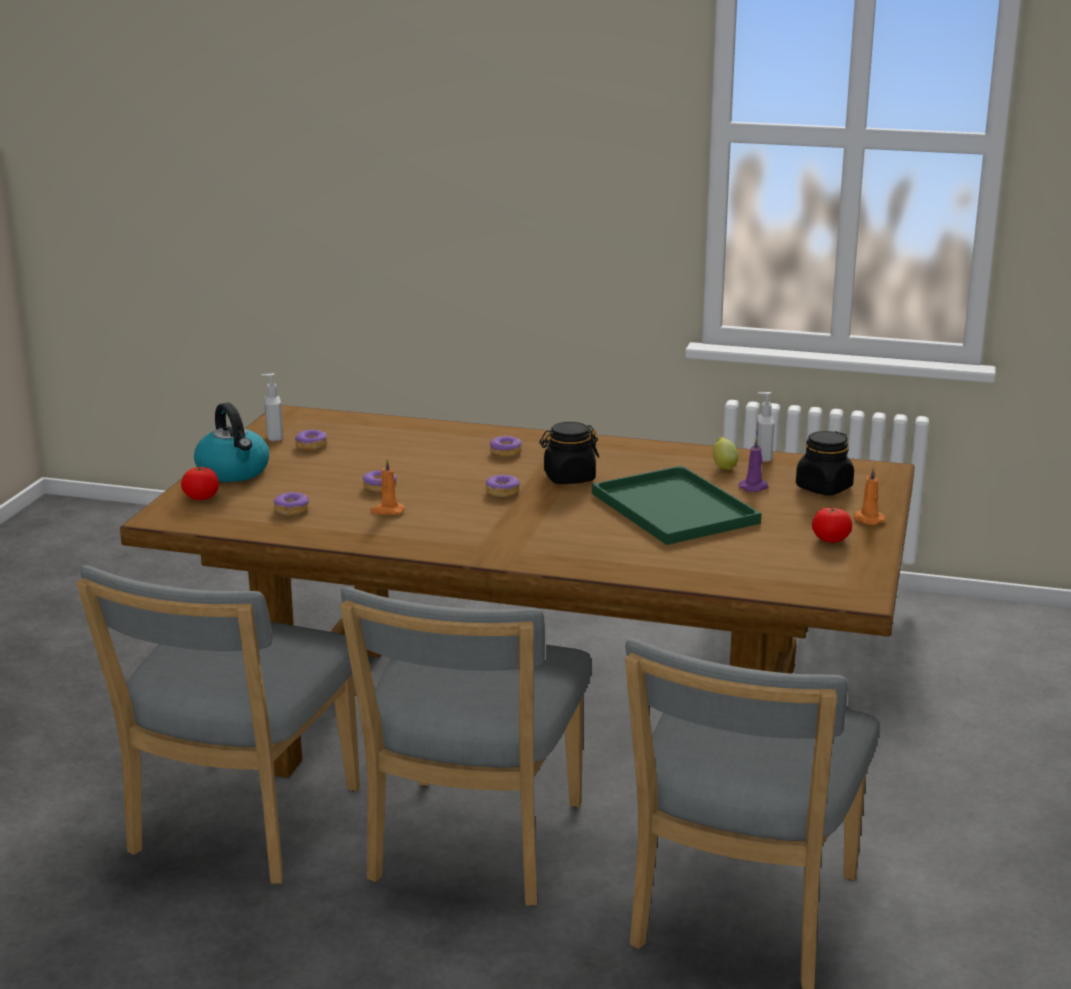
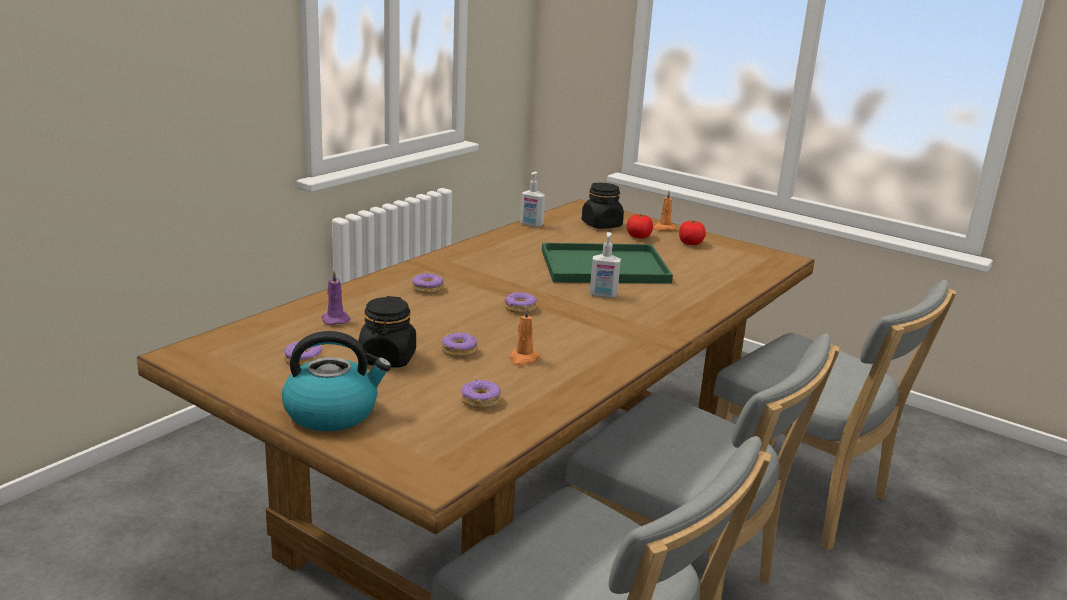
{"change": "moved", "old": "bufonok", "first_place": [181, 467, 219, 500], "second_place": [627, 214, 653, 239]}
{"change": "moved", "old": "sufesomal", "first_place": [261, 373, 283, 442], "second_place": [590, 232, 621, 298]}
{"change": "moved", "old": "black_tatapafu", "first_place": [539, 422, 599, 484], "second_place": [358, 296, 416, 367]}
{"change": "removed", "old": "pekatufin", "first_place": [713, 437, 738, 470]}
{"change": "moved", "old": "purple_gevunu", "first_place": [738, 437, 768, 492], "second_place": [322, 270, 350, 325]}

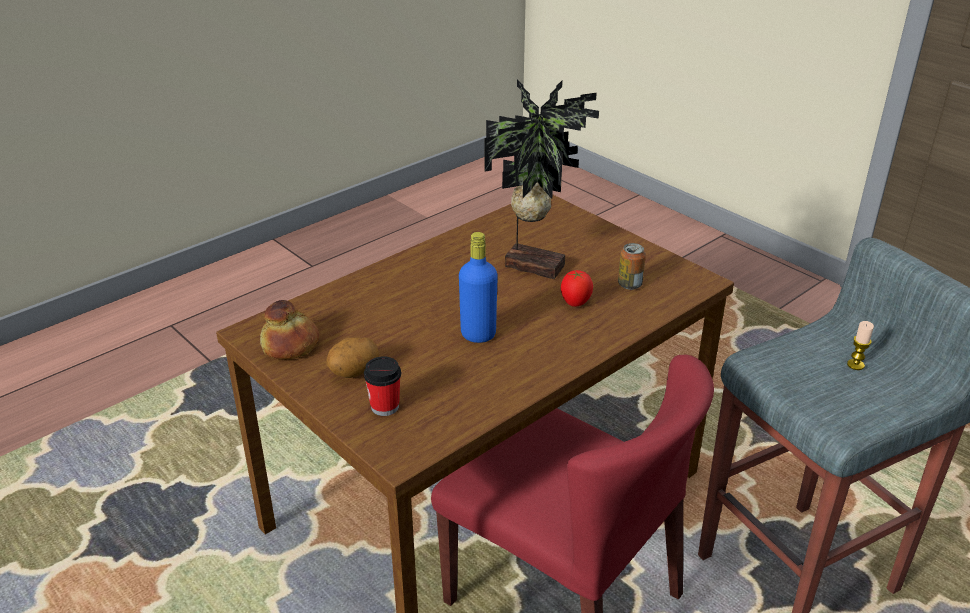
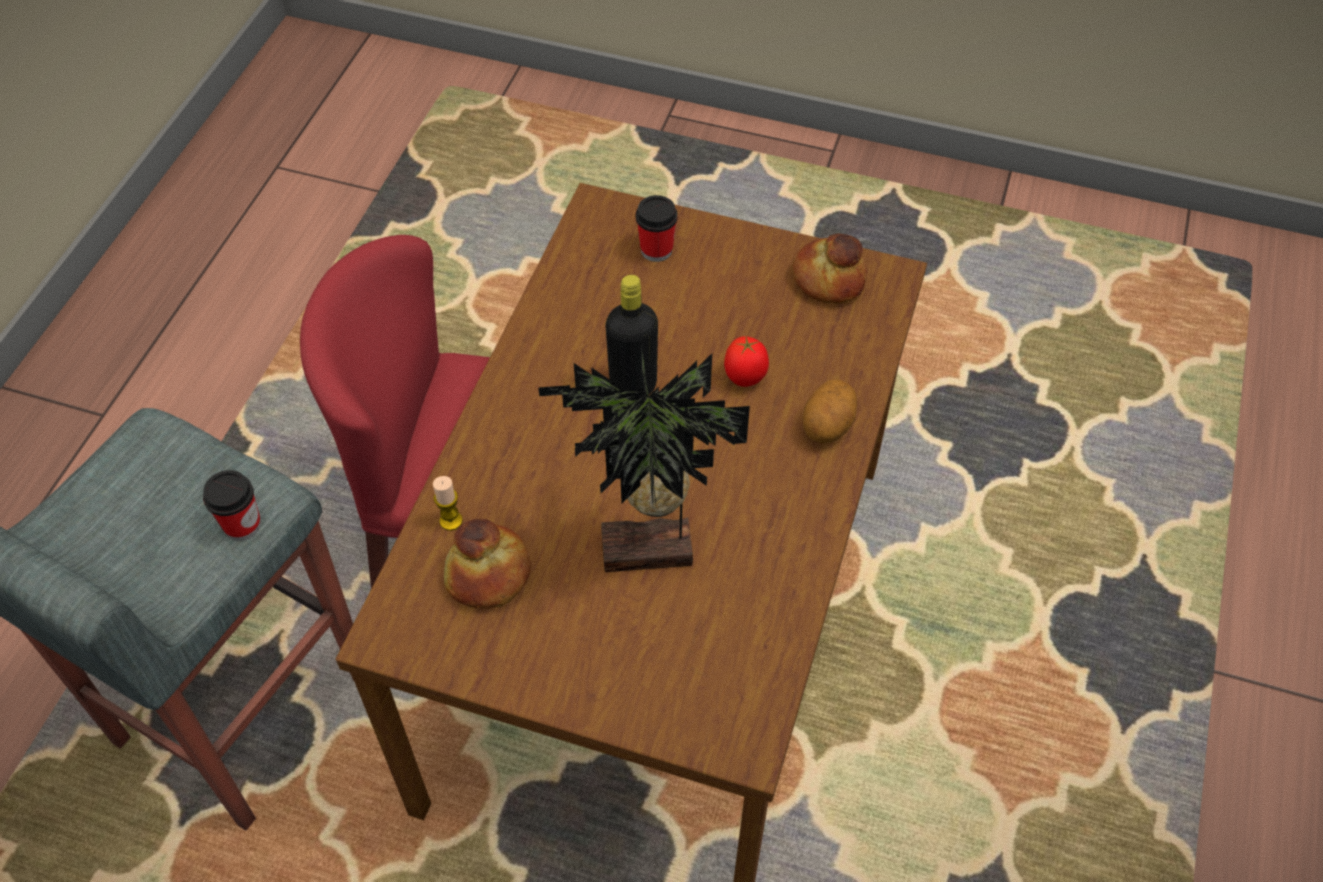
{"change": "moved", "old": "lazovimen", "first_place": [327, 337, 379, 378], "second_place": [803, 380, 857, 443]}
{"change": "recoloured", "old": "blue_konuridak", "new": "black_konuridak", "first_place": [459, 232, 498, 343], "second_place": [606, 275, 658, 395]}
{"change": "moved", "old": "bufonok", "first_place": [561, 270, 593, 307], "second_place": [724, 336, 769, 387]}
{"change": "replaced", "old": "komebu", "new": "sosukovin", "first_place": [618, 243, 646, 290], "second_place": [444, 519, 531, 608]}
{"change": "moved", "old": "gevunu", "first_place": [847, 321, 874, 370], "second_place": [433, 476, 463, 531]}
{"change": "added", "new": "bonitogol", "second_place": [203, 470, 261, 541]}

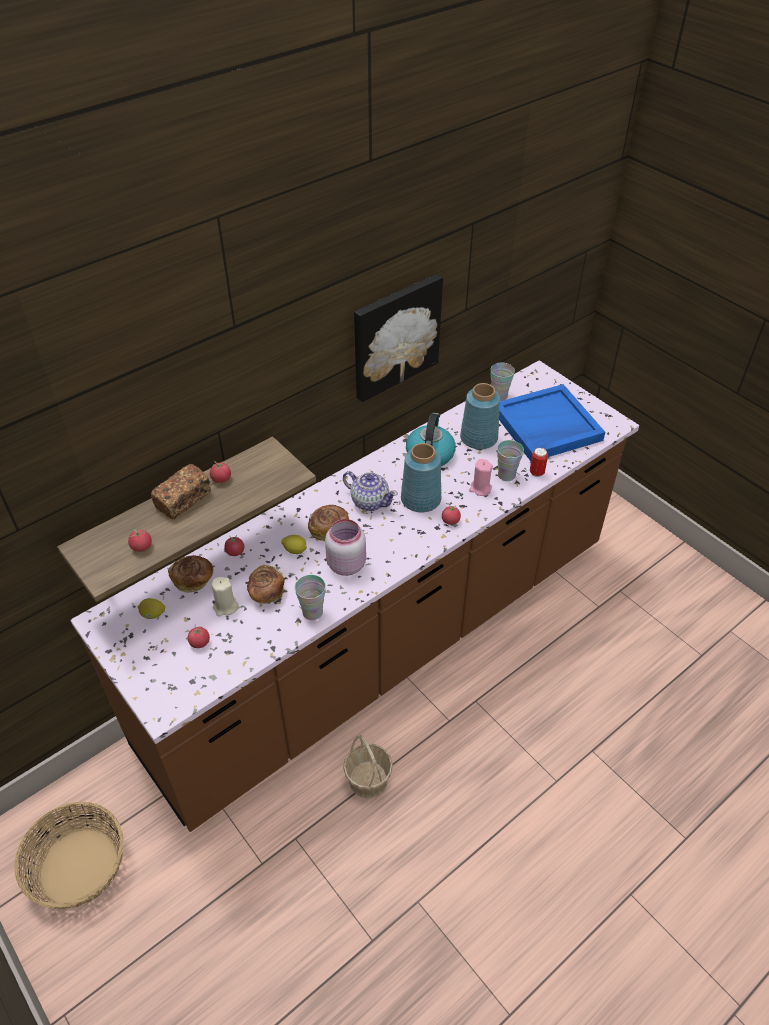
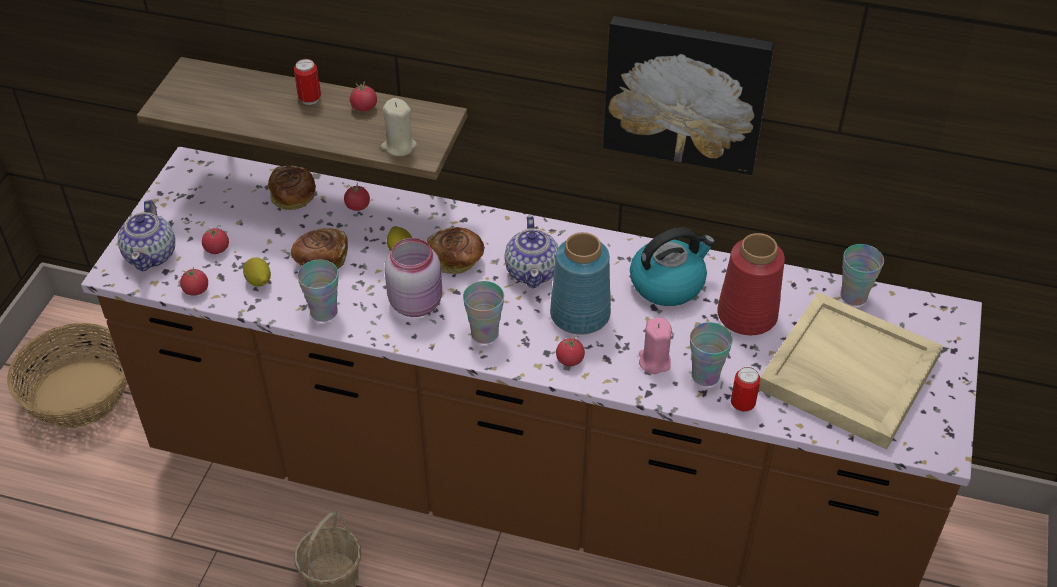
{"change": "moved", "old": "bufonok", "first_place": [128, 529, 152, 552], "second_place": [180, 267, 208, 296]}
{"change": "moved", "old": "pekatufin", "first_place": [138, 598, 165, 619], "second_place": [243, 258, 271, 287]}
{"change": "replaced", "old": "sosukovin", "new": "komebu", "first_place": [151, 464, 211, 520], "second_place": [294, 59, 321, 105]}
{"change": "moved", "old": "beige_gevunu", "first_place": [211, 577, 239, 617], "second_place": [381, 98, 417, 156]}
{"change": "recoloured", "old": "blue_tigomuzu", "new": "red_tigomuzu", "first_place": [460, 383, 500, 449], "second_place": [717, 233, 785, 335]}
{"change": "recoloured", "old": "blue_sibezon", "new": "beige_sibezon", "first_place": [499, 384, 605, 461], "second_place": [759, 292, 943, 450]}
{"change": "added", "new": "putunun", "second_place": [118, 200, 175, 271]}
{"change": "added", "new": "bonitogol", "second_place": [463, 281, 504, 344]}

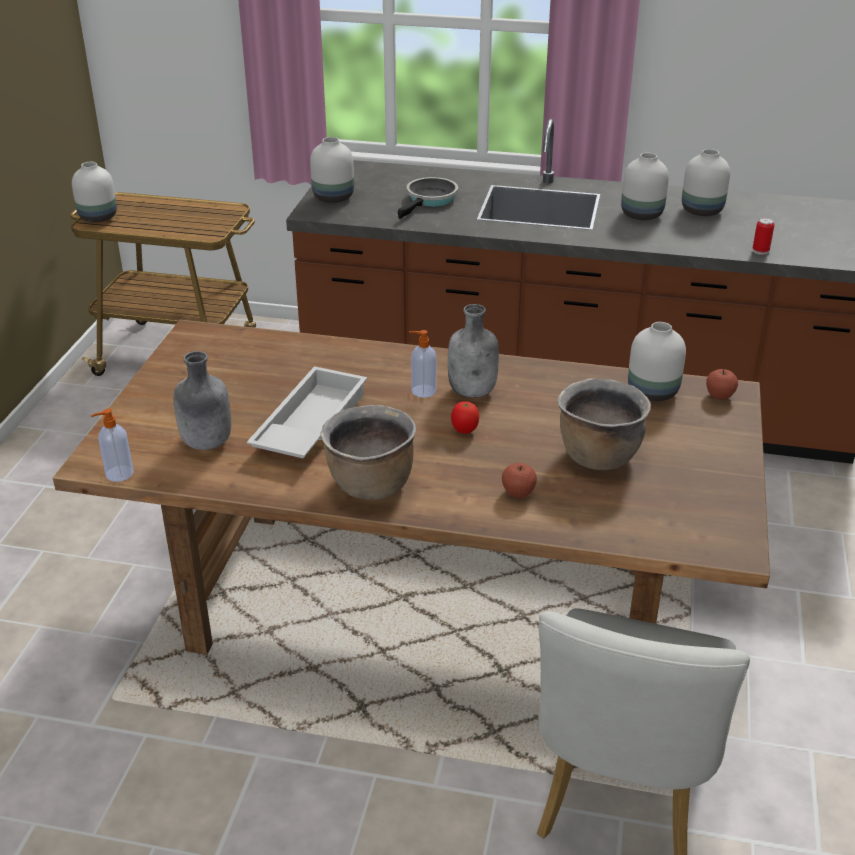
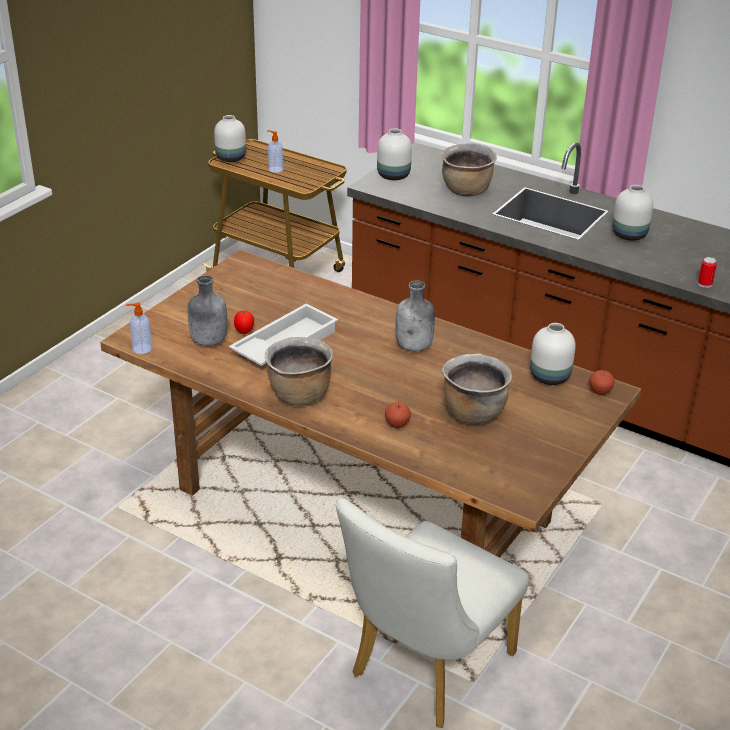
{"change": "replaced", "old": "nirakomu", "new": "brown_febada", "first_place": [398, 177, 458, 219], "second_place": [441, 143, 497, 197]}
{"change": "moved", "old": "sufesomal", "first_place": [409, 330, 437, 398], "second_place": [267, 130, 283, 173]}
{"change": "moved", "old": "bufonok", "first_place": [451, 401, 479, 434], "second_place": [234, 310, 254, 334]}
{"change": "removed", "old": "white_tigomuzu", "first_place": [682, 149, 730, 216]}

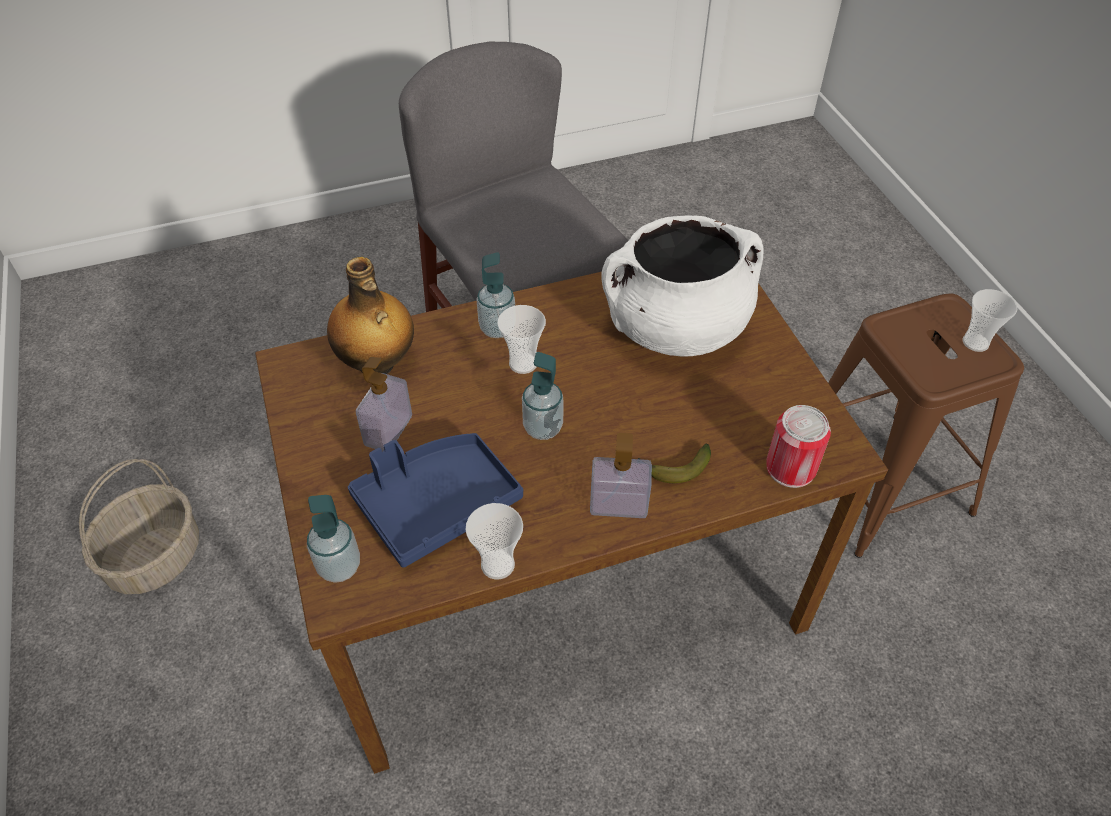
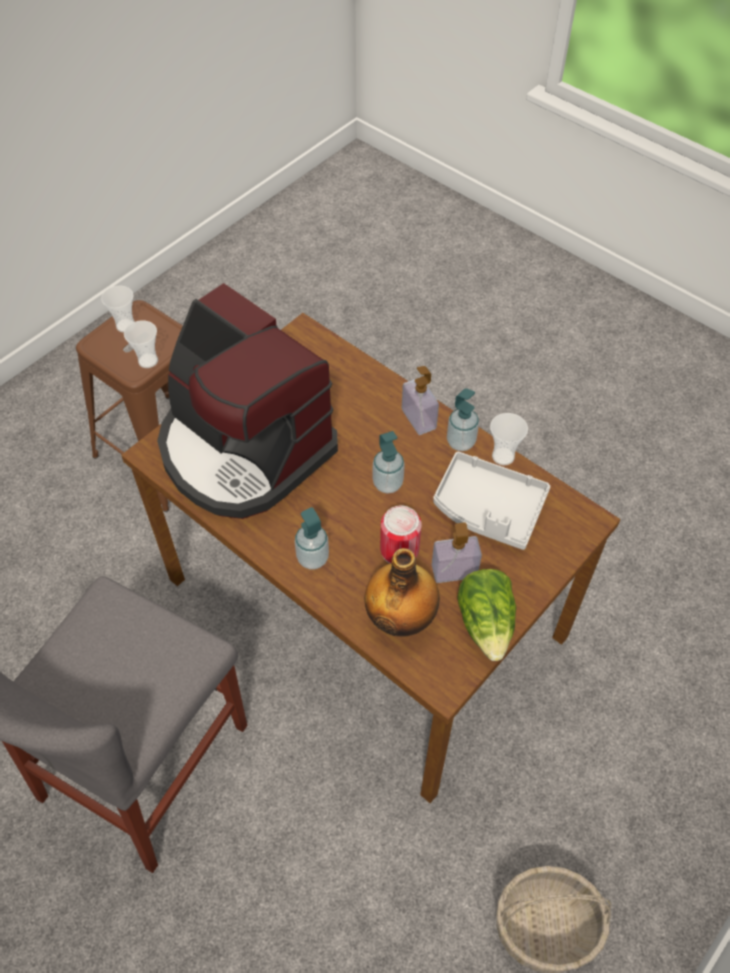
{"change": "moved", "old": "sufesomal", "first_place": [307, 495, 360, 583], "second_place": [447, 388, 479, 451]}
{"change": "recoloured", "old": "blue_sibezon", "new": "grey_sibezon", "first_place": [348, 433, 523, 568], "second_place": [433, 452, 550, 550]}
{"change": "moved", "old": "bonitogol", "first_place": [497, 305, 546, 374], "second_place": [124, 320, 158, 368]}
{"change": "replaced", "old": "white_febada", "new": "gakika", "first_place": [601, 215, 764, 357], "second_place": [157, 283, 338, 519]}
{"change": "removed", "old": "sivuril", "first_place": [638, 443, 711, 483]}
{"change": "moved", "old": "komebu", "first_place": [766, 405, 831, 488], "second_place": [380, 505, 422, 564]}
{"change": "added", "new": "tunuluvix", "second_place": [457, 569, 516, 661]}

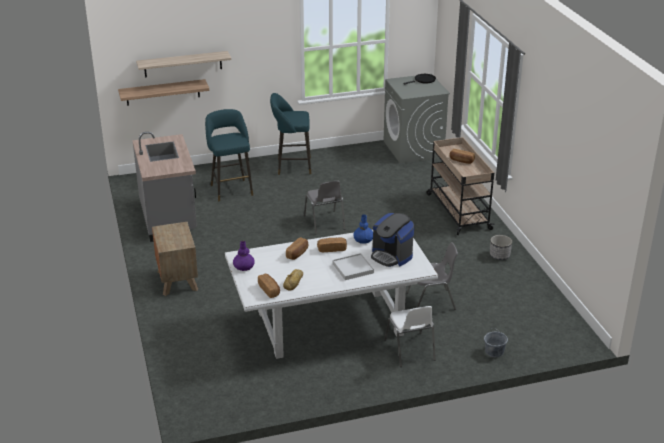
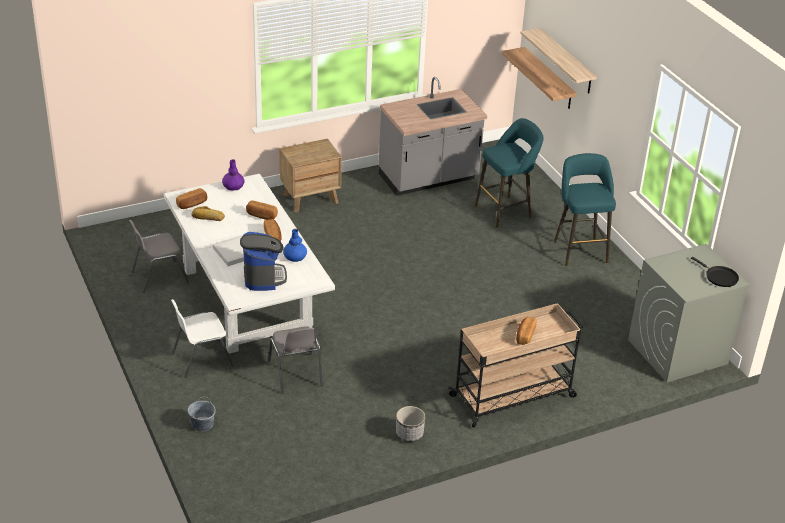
{"change": "moved", "old": "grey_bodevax", "first_place": [304, 181, 345, 234], "second_place": [129, 219, 189, 293]}
{"change": "turned", "old": "gakika", "first_place": [371, 213, 414, 267], "second_place": [240, 232, 287, 291], "degrees": 135}

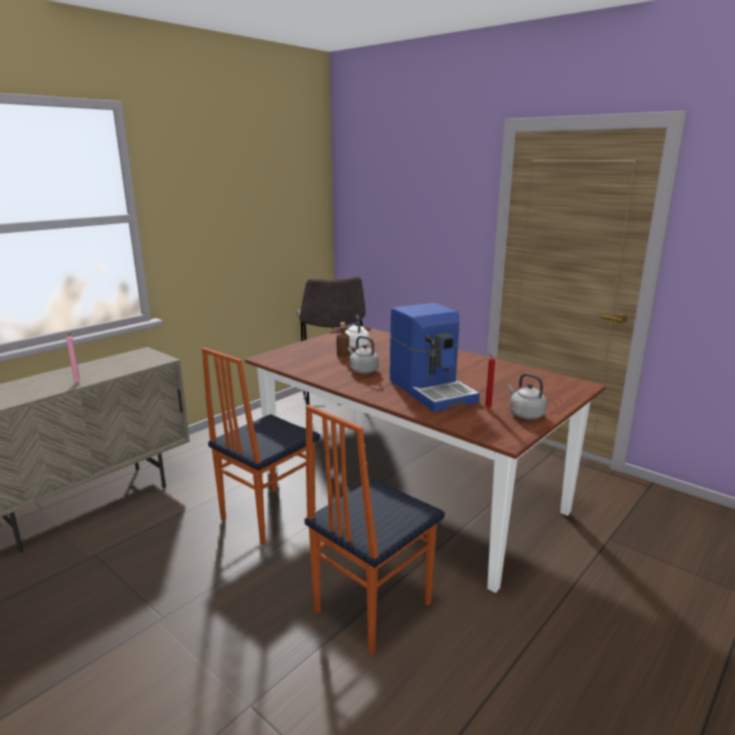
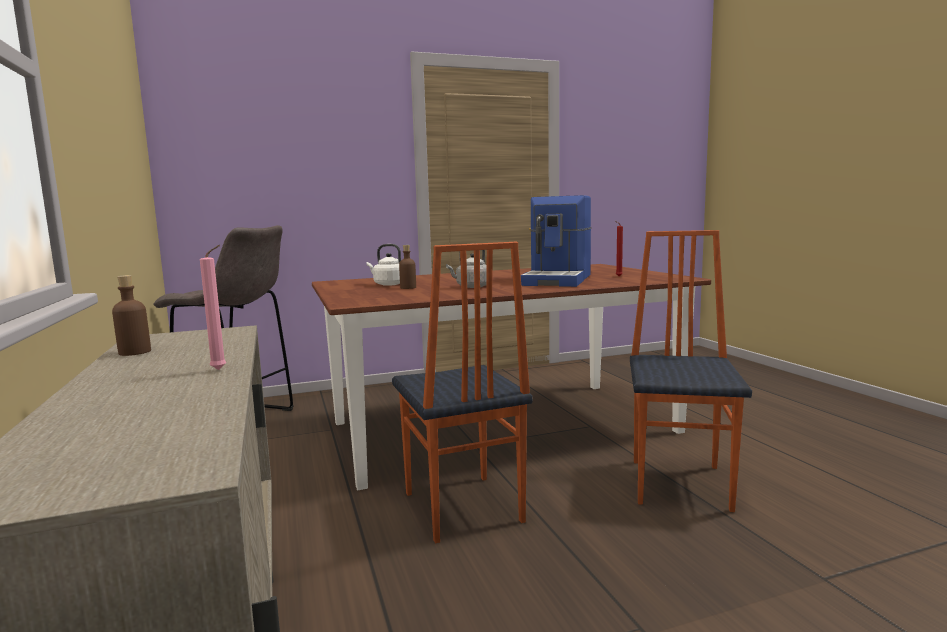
{"change": "turned", "old": "bodevax", "first_place": [304, 404, 445, 655], "second_place": [630, 230, 752, 512], "degrees": -150}
{"change": "turned", "old": "gakika", "first_place": [390, 303, 480, 412], "second_place": [521, 195, 591, 287], "degrees": 105}
{"change": "removed", "old": "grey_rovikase", "first_place": [508, 373, 547, 419]}
{"change": "added", "new": "brown_konuridak", "second_place": [112, 275, 151, 356]}

